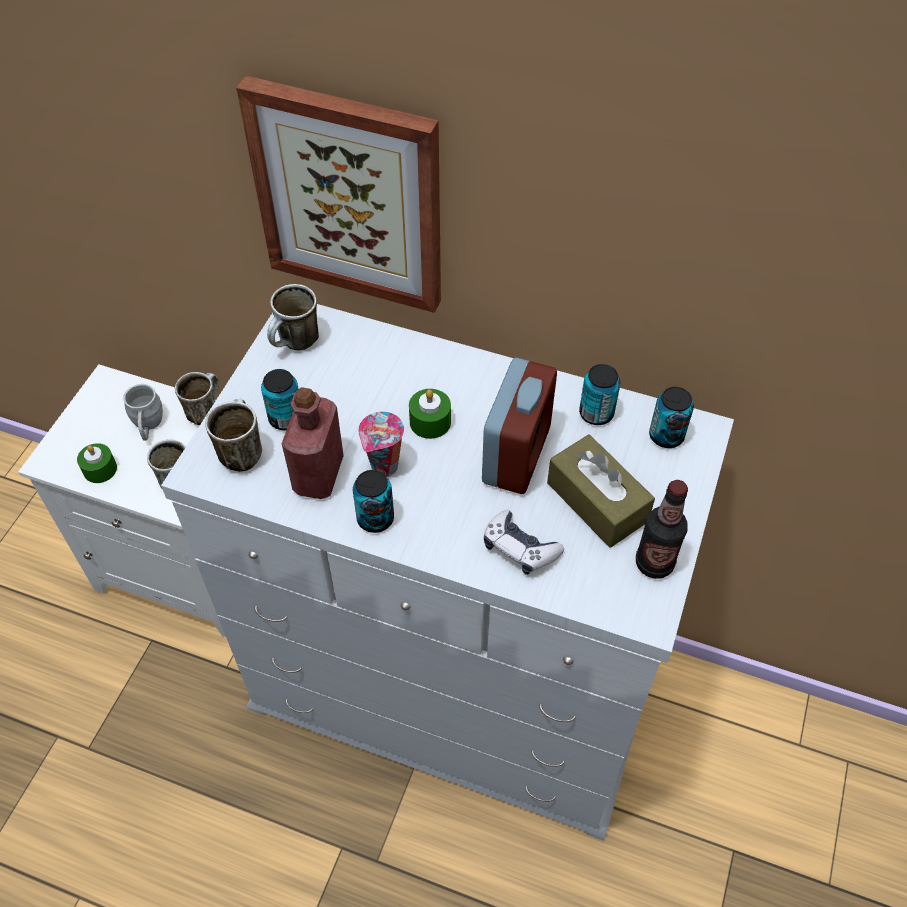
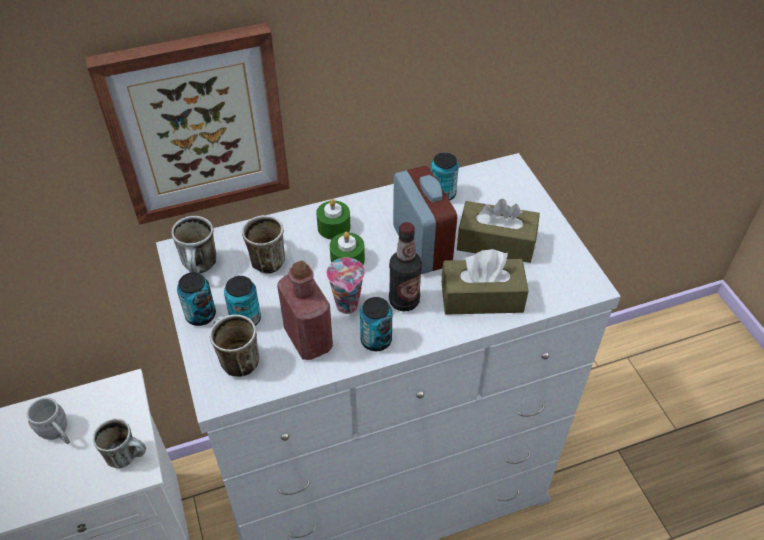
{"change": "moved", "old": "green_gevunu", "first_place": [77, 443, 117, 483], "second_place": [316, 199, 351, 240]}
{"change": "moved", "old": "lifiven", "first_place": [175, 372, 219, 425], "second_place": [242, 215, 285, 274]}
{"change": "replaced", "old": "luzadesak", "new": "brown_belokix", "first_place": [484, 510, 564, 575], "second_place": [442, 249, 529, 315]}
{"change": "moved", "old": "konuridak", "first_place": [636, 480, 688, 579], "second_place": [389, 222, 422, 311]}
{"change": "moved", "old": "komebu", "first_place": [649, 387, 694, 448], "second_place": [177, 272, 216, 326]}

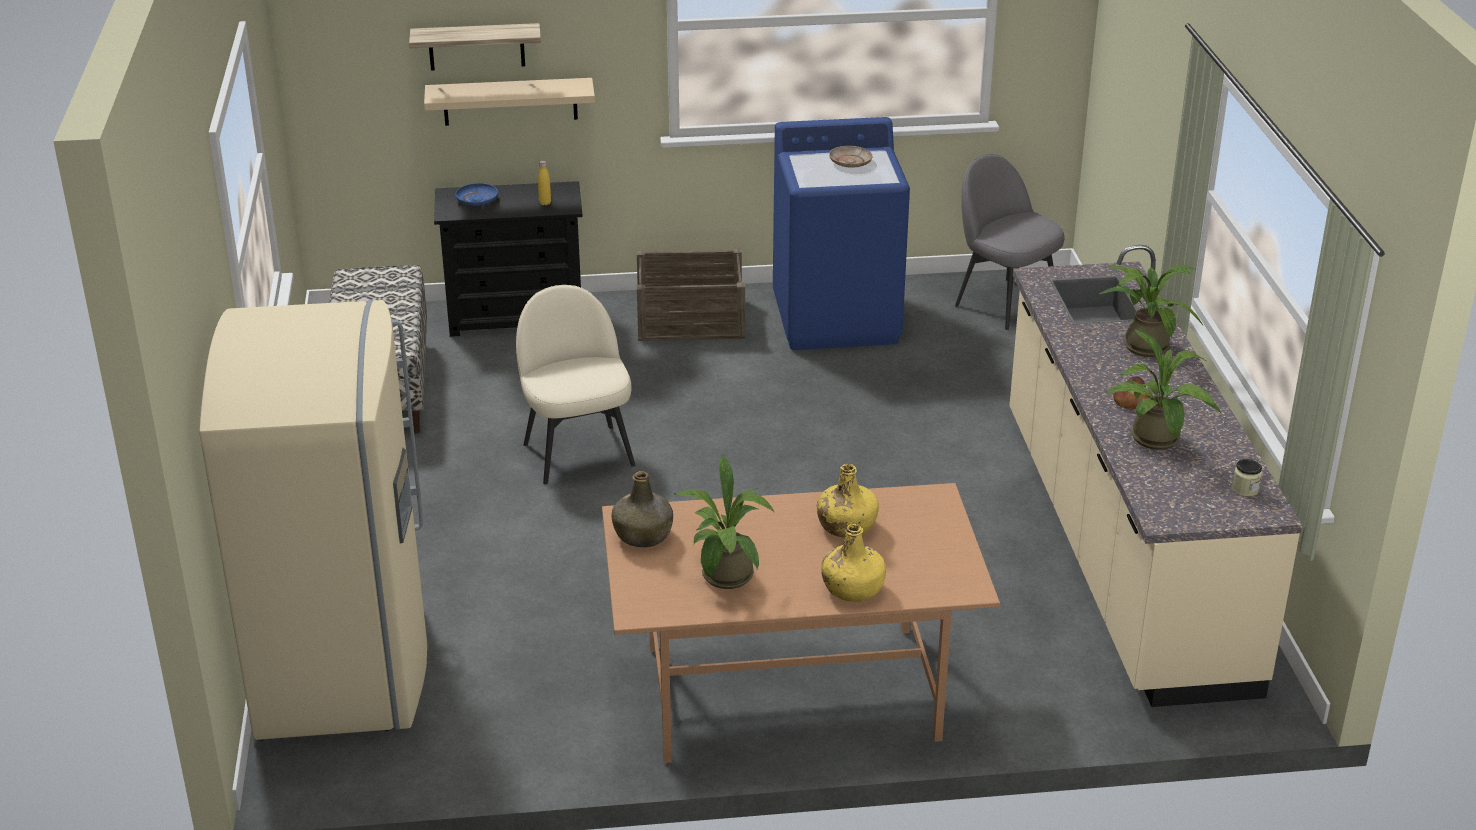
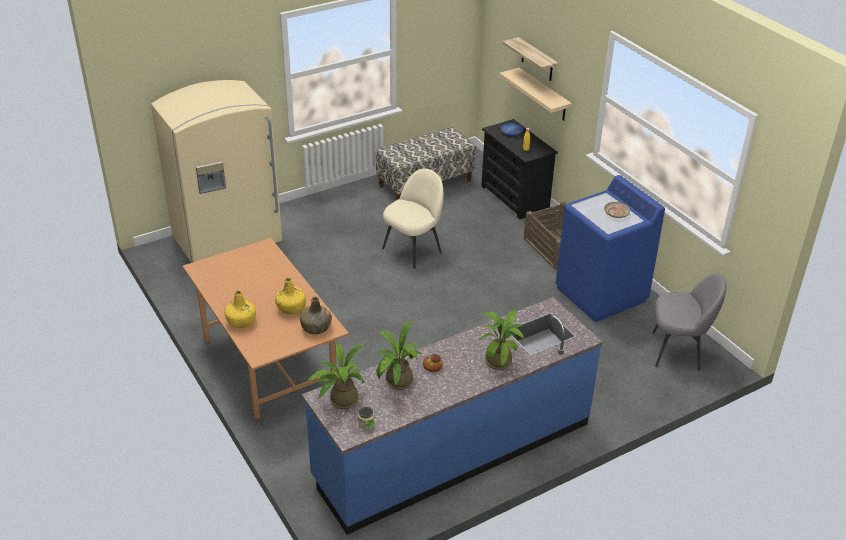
{"change": "moved", "old": "green_konuridak", "first_place": [612, 471, 673, 547], "second_place": [300, 297, 332, 334]}
{"change": "moved", "old": "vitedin", "first_place": [674, 454, 774, 589], "second_place": [306, 343, 365, 409]}
{"change": "turned", "old": "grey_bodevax", "first_place": [955, 154, 1064, 330], "second_place": [652, 273, 726, 371], "degrees": 75}
{"change": "recoloured", "old": "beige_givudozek", "new": "blue_givudozek", "first_place": [1009, 245, 1302, 707], "second_place": [302, 297, 603, 535]}

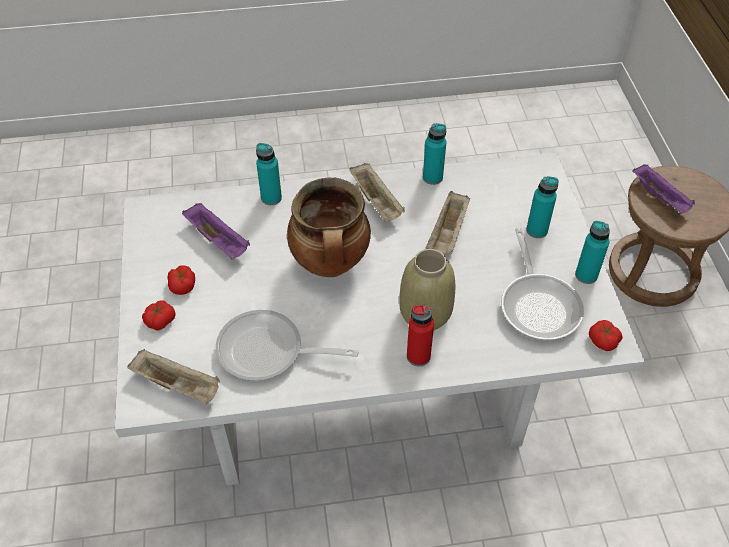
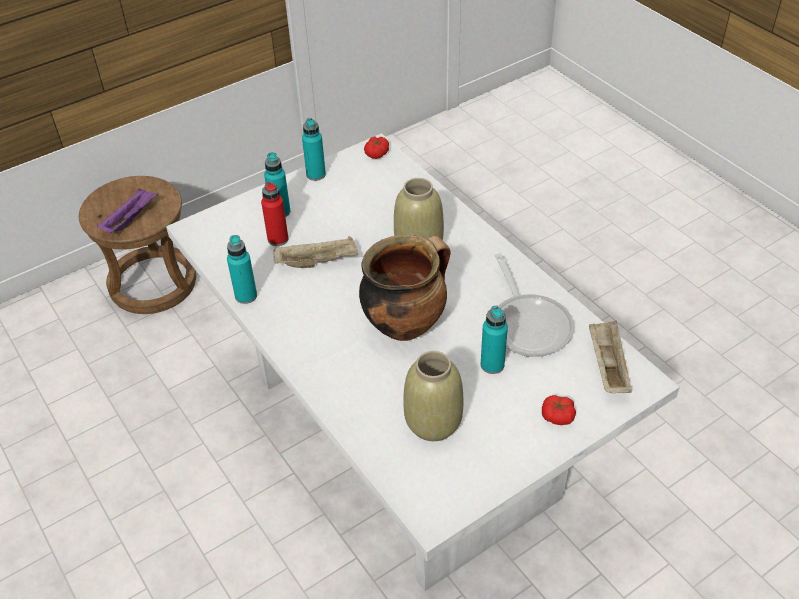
{"change": "removed", "old": "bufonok", "first_place": [168, 265, 195, 295]}
{"change": "replaced", "old": "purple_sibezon", "new": "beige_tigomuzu", "first_place": [182, 203, 250, 259], "second_place": [403, 351, 464, 441]}
{"change": "moved", "old": "turquoise_konuridak", "first_place": [256, 143, 282, 205], "second_place": [481, 305, 508, 374]}
{"change": "removed", "old": "beige_sibezon", "first_place": [349, 163, 405, 221]}
{"change": "moved", "old": "red_konuridak", "first_place": [407, 304, 434, 367], "second_place": [261, 181, 289, 246]}
{"change": "removed", "old": "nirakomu", "first_place": [501, 228, 584, 340]}

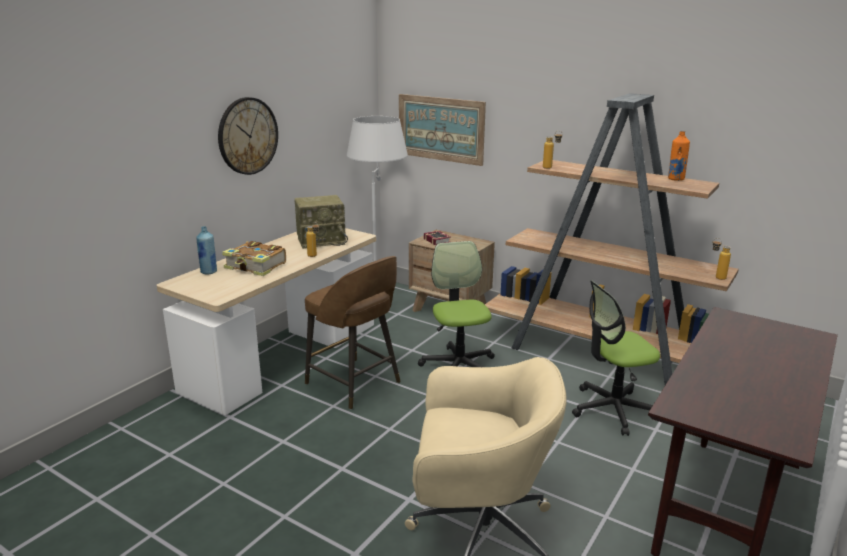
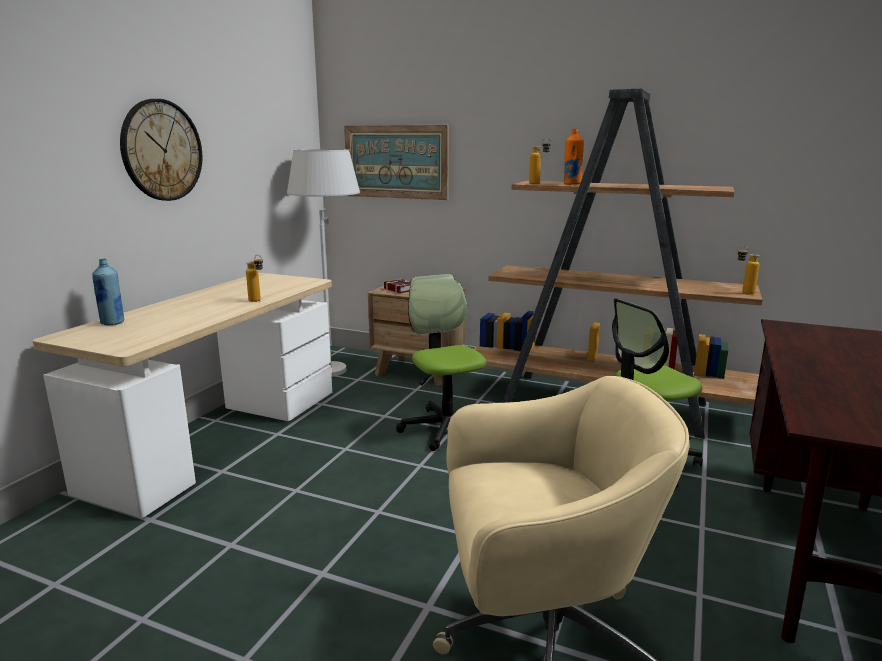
{"change": "removed", "old": "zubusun", "first_place": [222, 241, 286, 276]}
{"change": "removed", "old": "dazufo", "first_place": [294, 195, 348, 249]}
{"change": "removed", "old": "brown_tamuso", "first_place": [305, 256, 401, 409]}
{"change": "moved", "old": "orange_konuridak", "first_place": [668, 131, 690, 181], "second_place": [564, 129, 584, 185]}

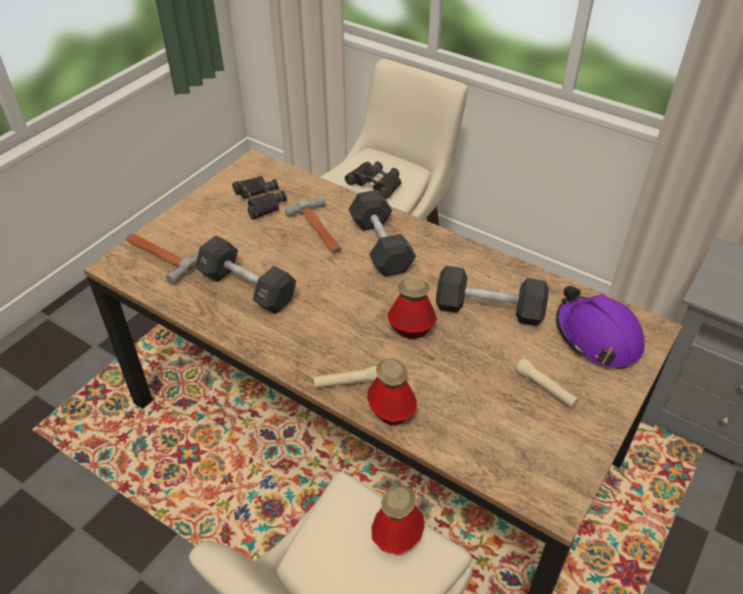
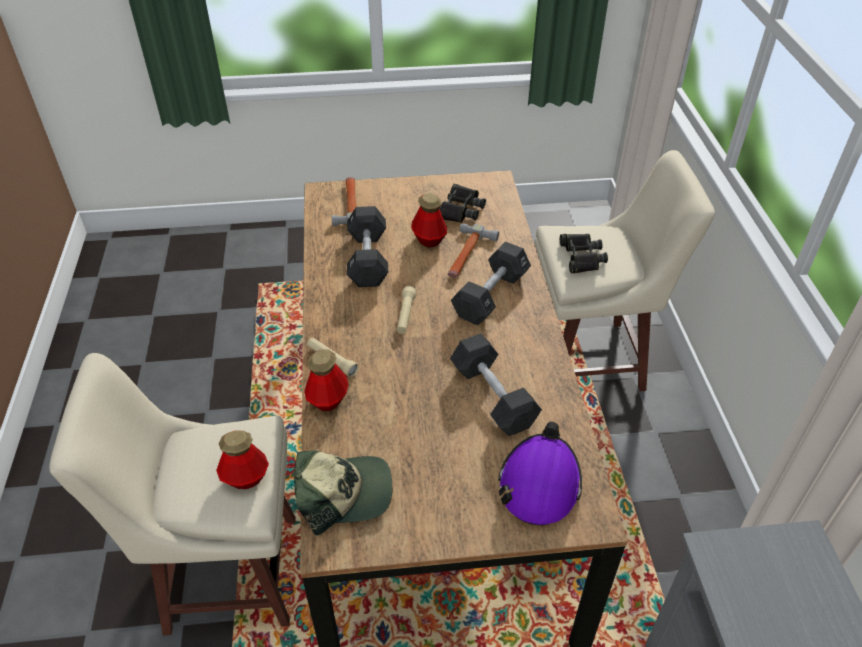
{"change": "moved", "old": "konuridak", "first_place": [387, 278, 437, 339], "second_place": [411, 193, 447, 247]}
{"change": "moved", "old": "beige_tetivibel", "first_place": [515, 358, 579, 409], "second_place": [397, 286, 416, 334]}
{"change": "added", "new": "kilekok", "second_place": [294, 451, 392, 536]}

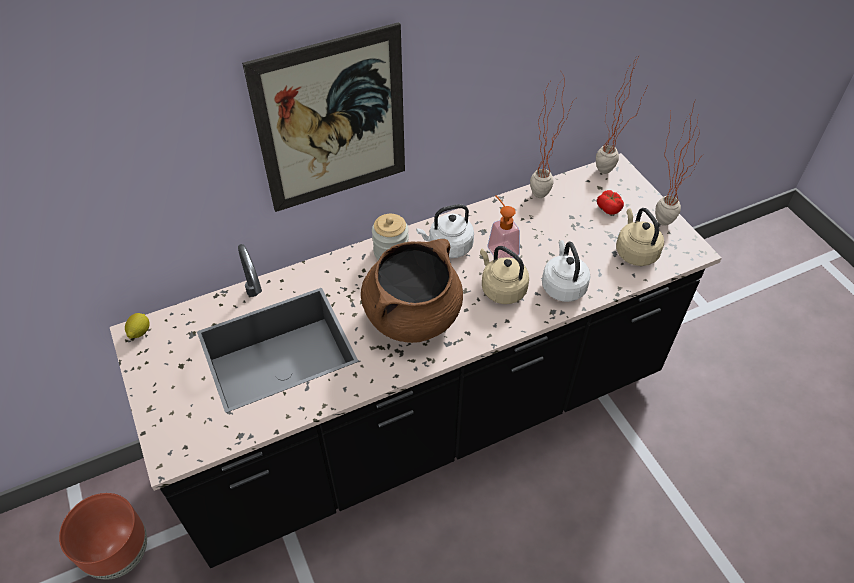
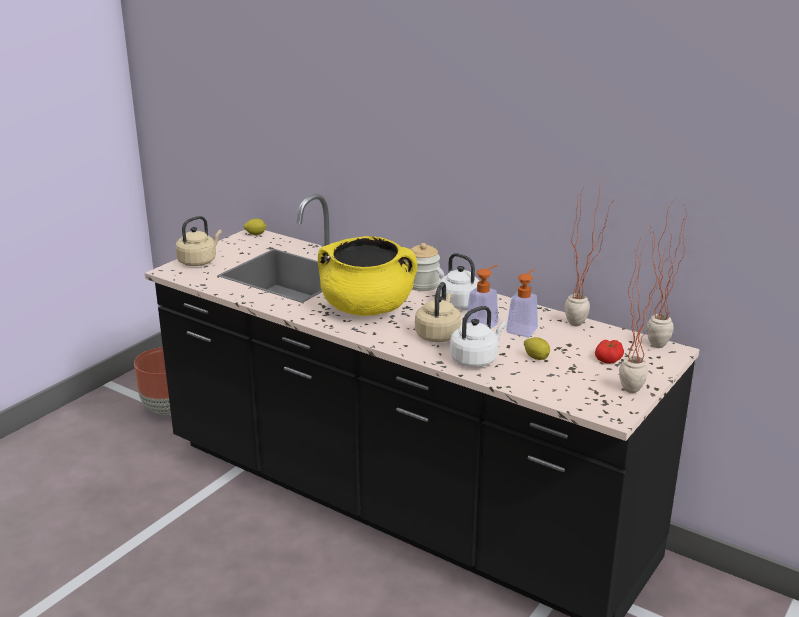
{"change": "removed", "old": "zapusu", "first_place": [242, 22, 405, 212]}
{"change": "recoloured", "old": "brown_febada", "new": "yellow_febada", "first_place": [361, 239, 463, 343], "second_place": [318, 236, 417, 316]}
{"change": "moved", "old": "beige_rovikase", "first_place": [616, 208, 664, 266], "second_place": [175, 216, 222, 266]}
{"change": "added", "new": "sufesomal", "second_place": [506, 269, 538, 337]}
{"change": "added", "new": "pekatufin", "second_place": [524, 337, 550, 360]}

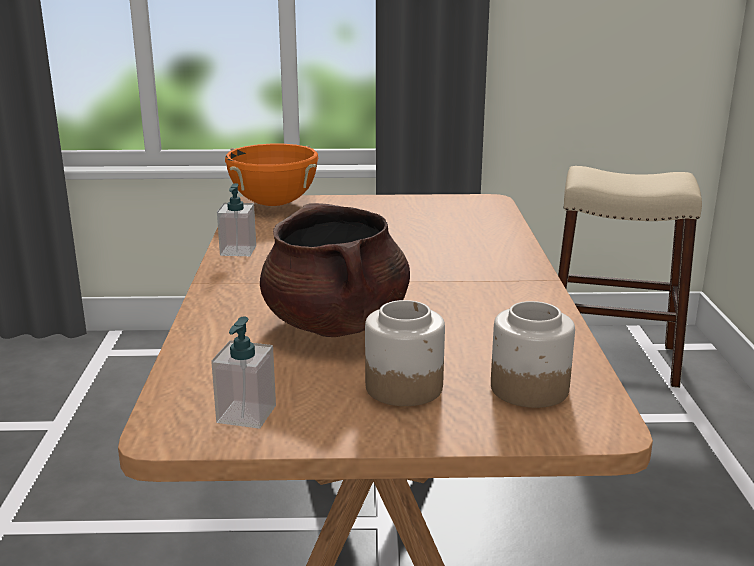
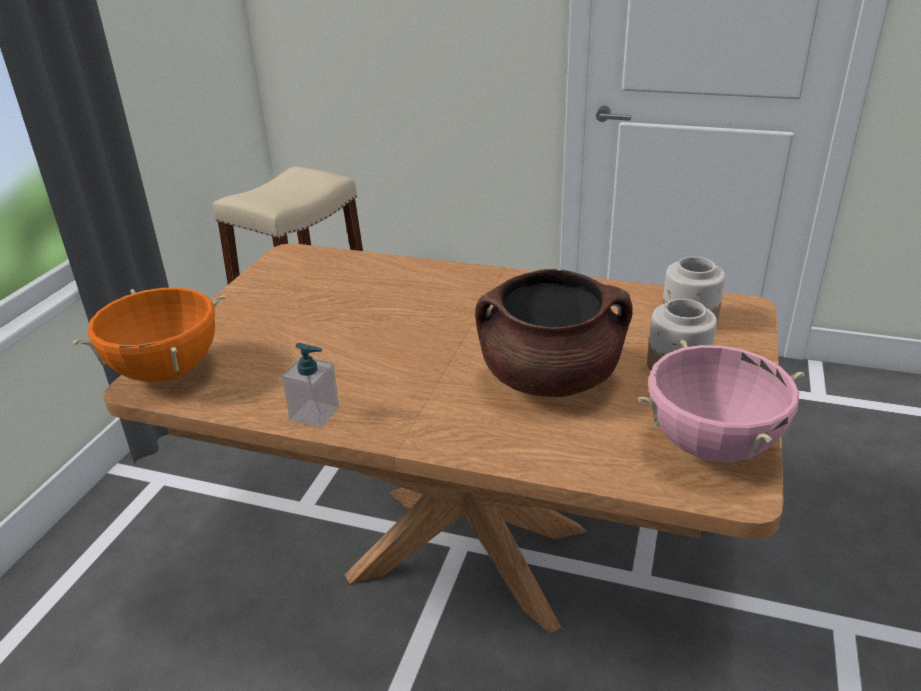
{"change": "replaced", "old": "sufesomal", "new": "pink_febada", "first_place": [211, 317, 276, 428], "second_place": [637, 340, 804, 462]}

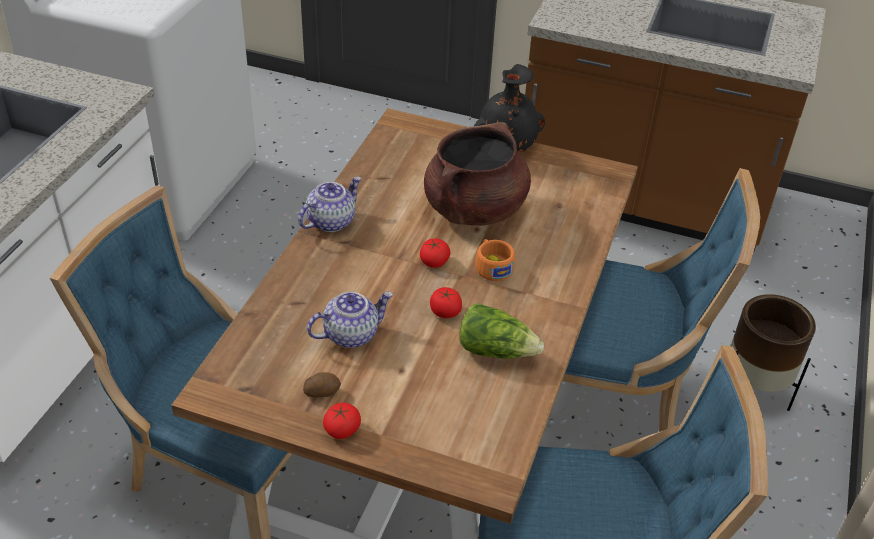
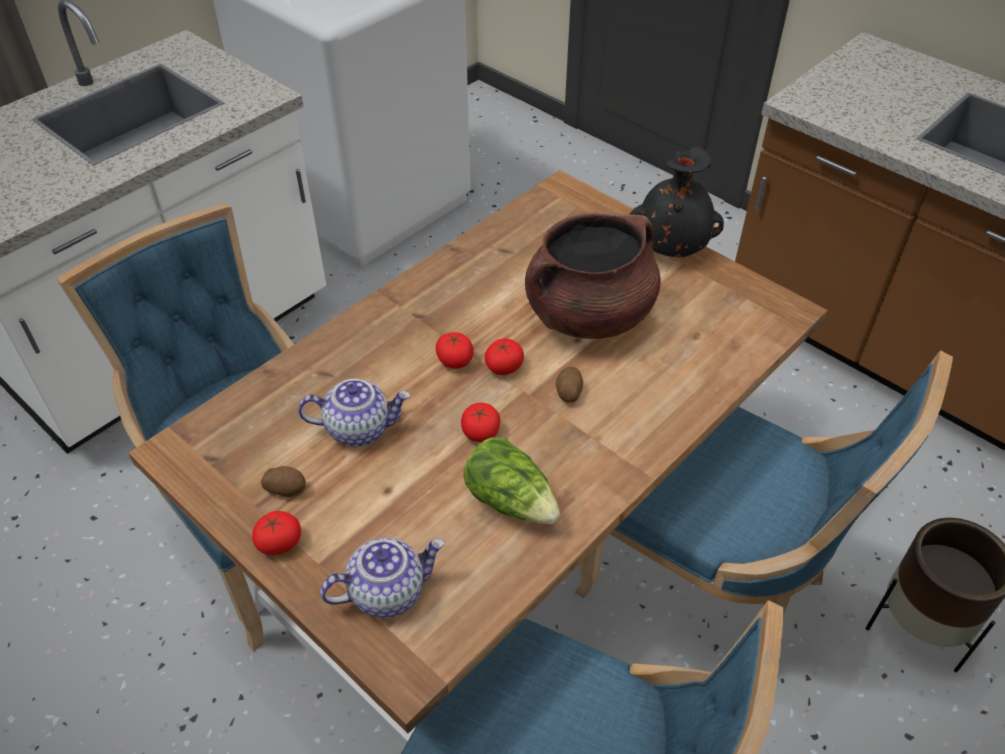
{"change": "moved", "old": "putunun", "first_place": [298, 177, 362, 232], "second_place": [320, 538, 445, 618]}
{"change": "replaced", "old": "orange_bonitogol", "new": "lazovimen", "first_place": [475, 239, 515, 281], "second_place": [555, 367, 583, 403]}
{"change": "added", "new": "bufonok", "second_place": [436, 332, 474, 369]}

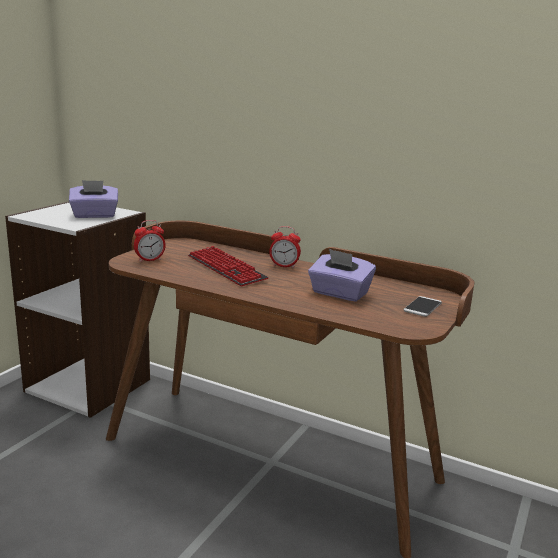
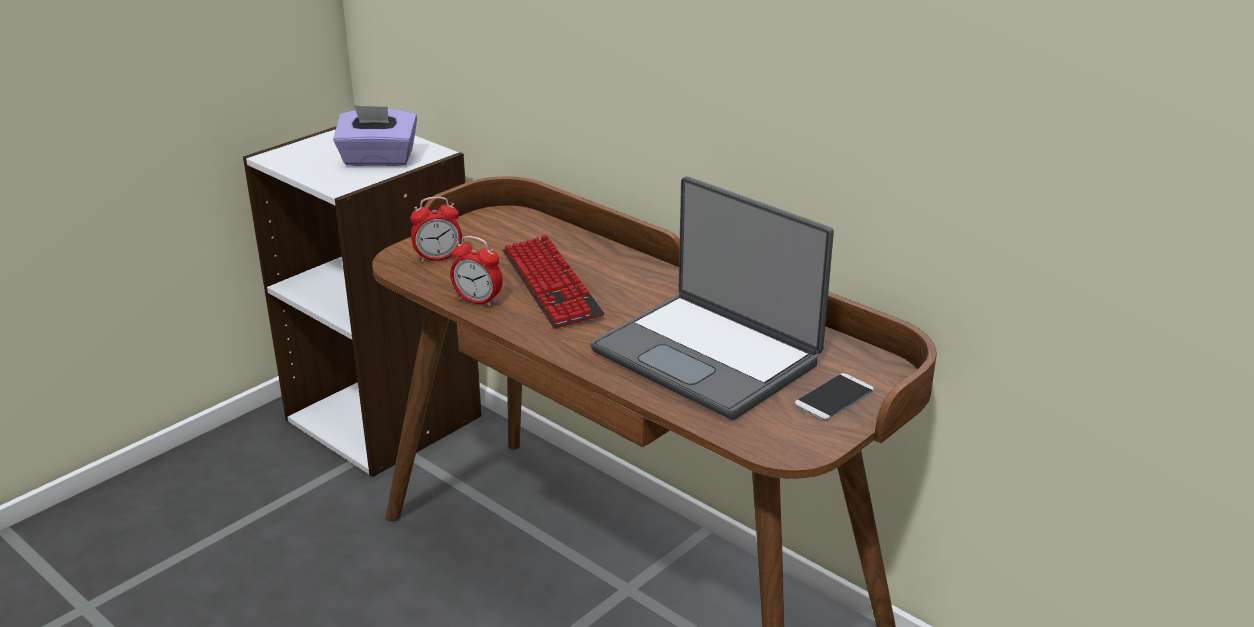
{"change": "moved", "old": "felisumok", "first_place": [269, 226, 301, 268], "second_place": [450, 236, 503, 307]}
{"change": "replaced", "old": "purple_belokix", "new": "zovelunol", "first_place": [308, 249, 376, 302], "second_place": [590, 176, 834, 420]}

